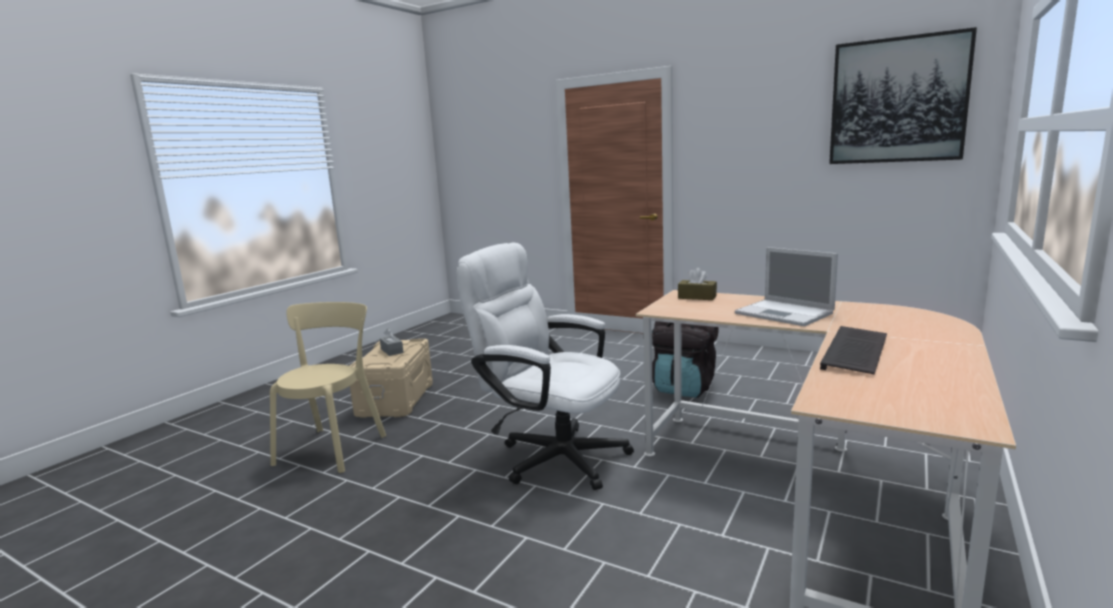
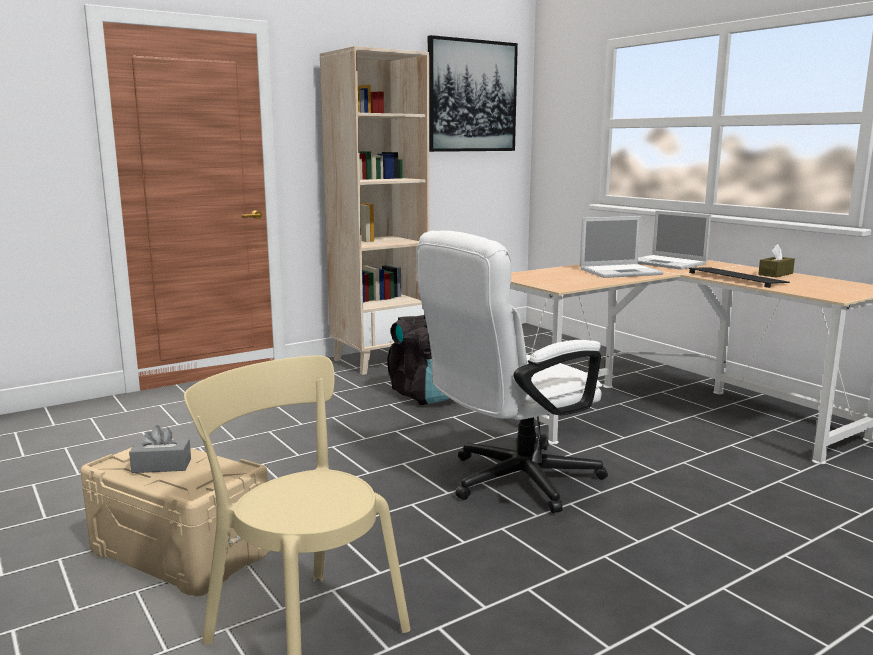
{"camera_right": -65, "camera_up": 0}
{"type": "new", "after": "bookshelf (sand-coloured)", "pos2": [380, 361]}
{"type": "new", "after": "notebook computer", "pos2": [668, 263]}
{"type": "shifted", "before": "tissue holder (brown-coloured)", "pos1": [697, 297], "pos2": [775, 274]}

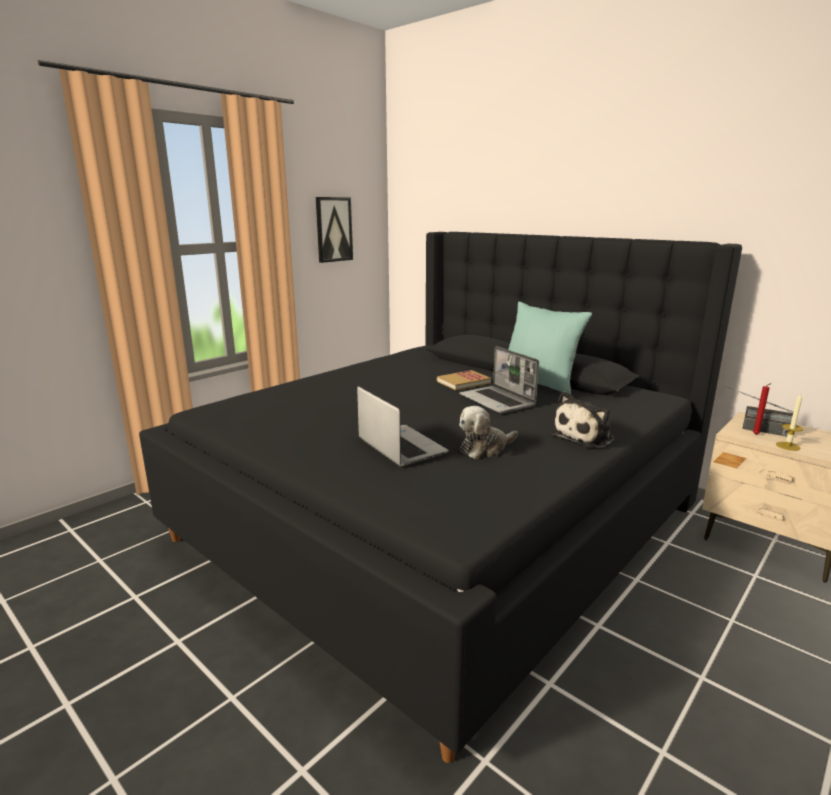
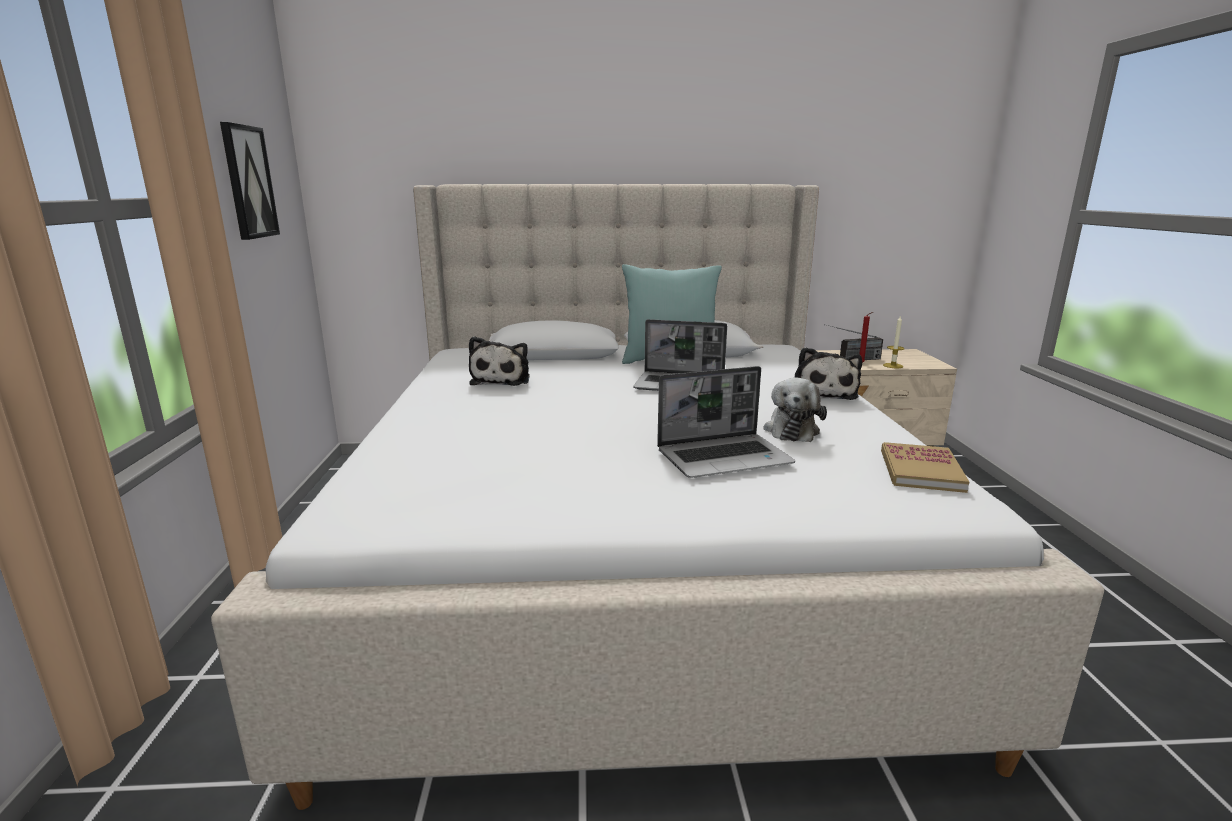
{"camera_right": -45, "camera_up": 0}
{"type": "repainted", "before": "bed (black)", "after": "bed (sand-coloured)", "pos1": [444, 519], "pos2": [633, 559]}
{"type": "new", "after": "cuddly toy", "pos2": [502, 380]}
{"type": "rotated", "before": "notebook computer", "pos1": [400, 447], "pos2": [724, 458], "turn": 150}
{"type": "shifted", "before": "volume", "pos1": [463, 382], "pos2": [921, 470]}

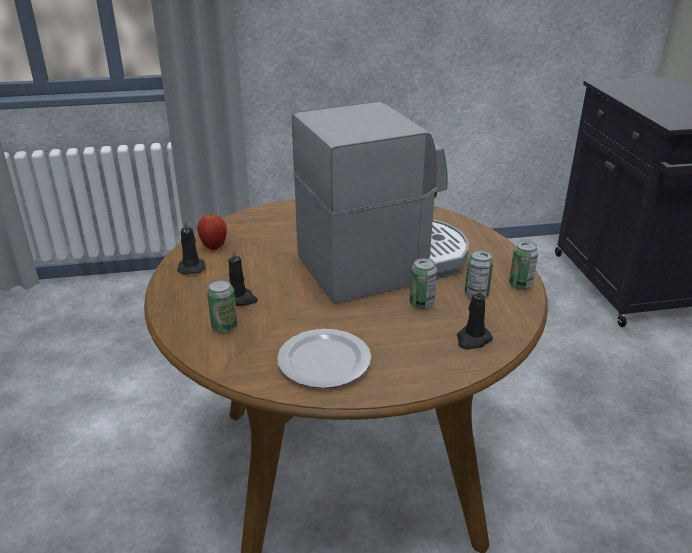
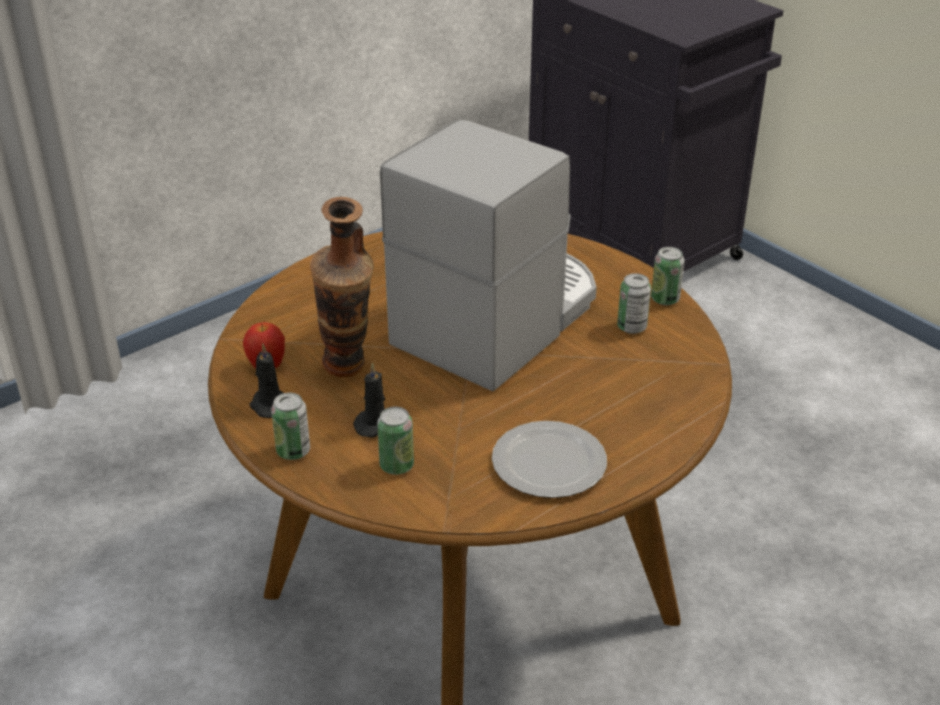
{"camera_right": -30, "camera_up": 5}
{"type": "shifted", "before": "metal can", "pos1": [421, 304], "pos2": [293, 451]}
{"type": "new", "after": "decorative vase", "pos2": [348, 374]}
{"type": "gone", "before": "candle (black)", "pos1": [472, 339]}

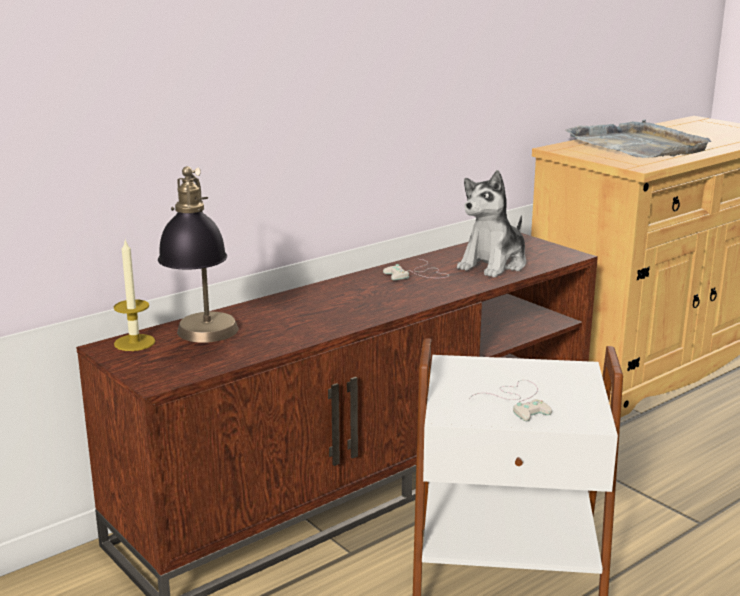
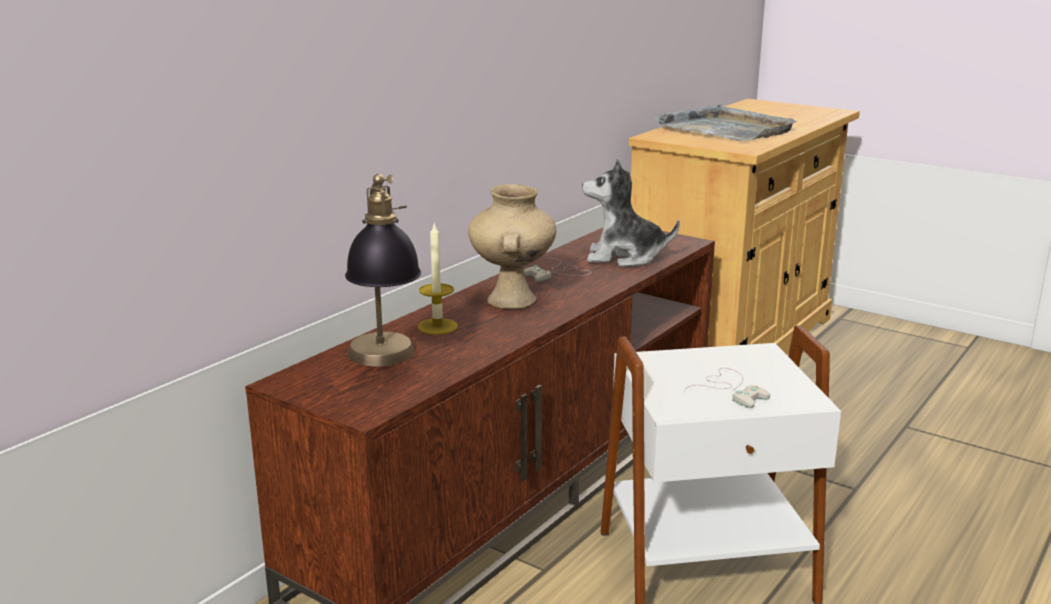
{"camera_right": -15, "camera_up": 0}
{"type": "shifted", "before": "candle", "pos1": [134, 342], "pos2": [437, 326]}
{"type": "new", "after": "decorative vase (sand-coloured)", "pos2": [513, 300]}
{"type": "rotated", "before": "cuddly toy", "pos1": [494, 264], "pos2": [624, 257], "turn": 75}

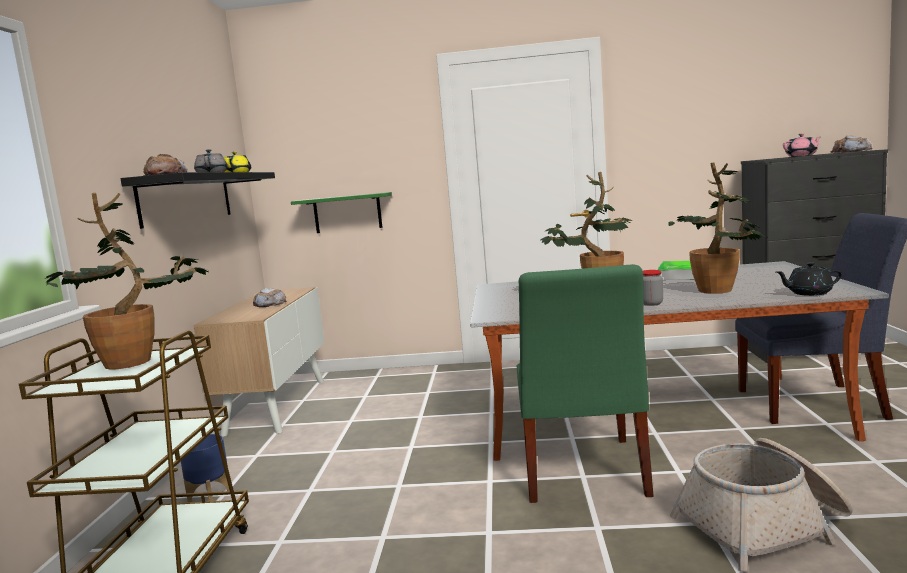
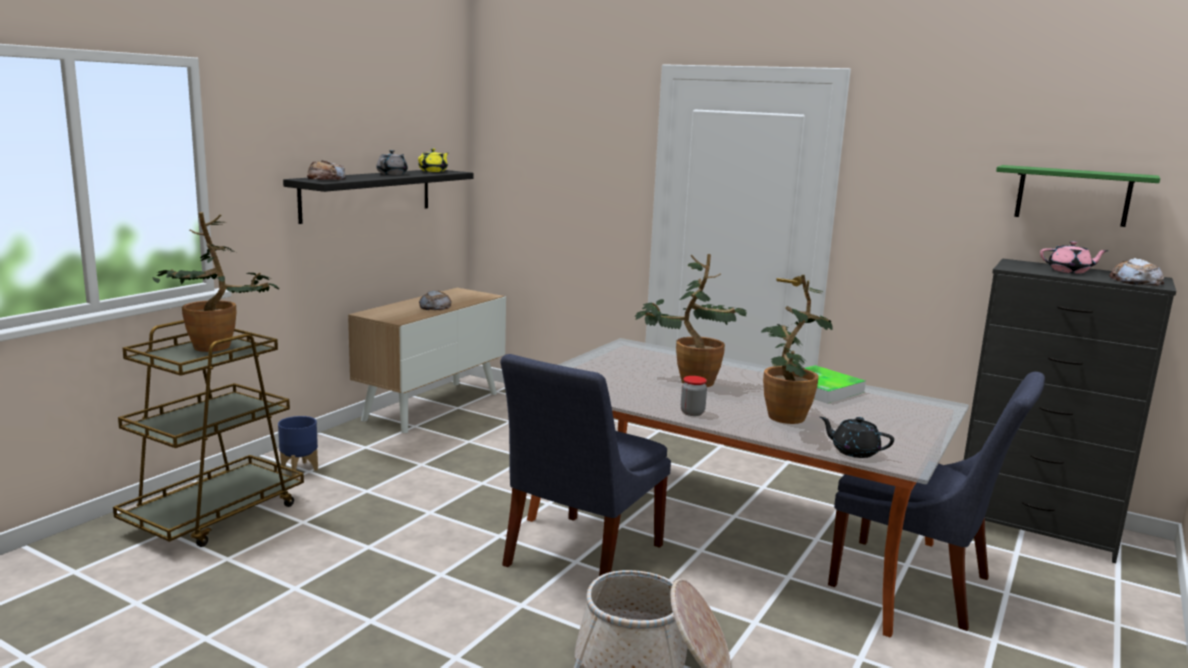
{"camera_right": 25, "camera_up": 5}
{"type": "repainted", "before": "upright chair (greenish)", "after": "upright chair (bluish)", "pos1": [581, 472], "pos2": [579, 558]}
{"type": "shifted", "before": "wall shelf (greenish)", "pos1": [347, 213], "pos2": [1072, 195]}

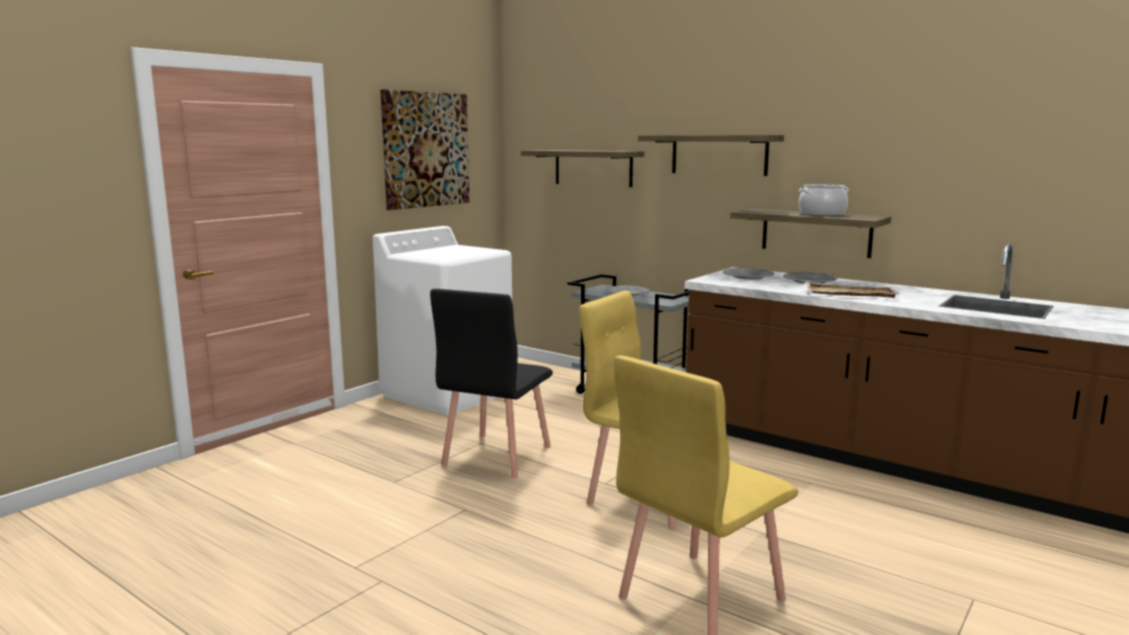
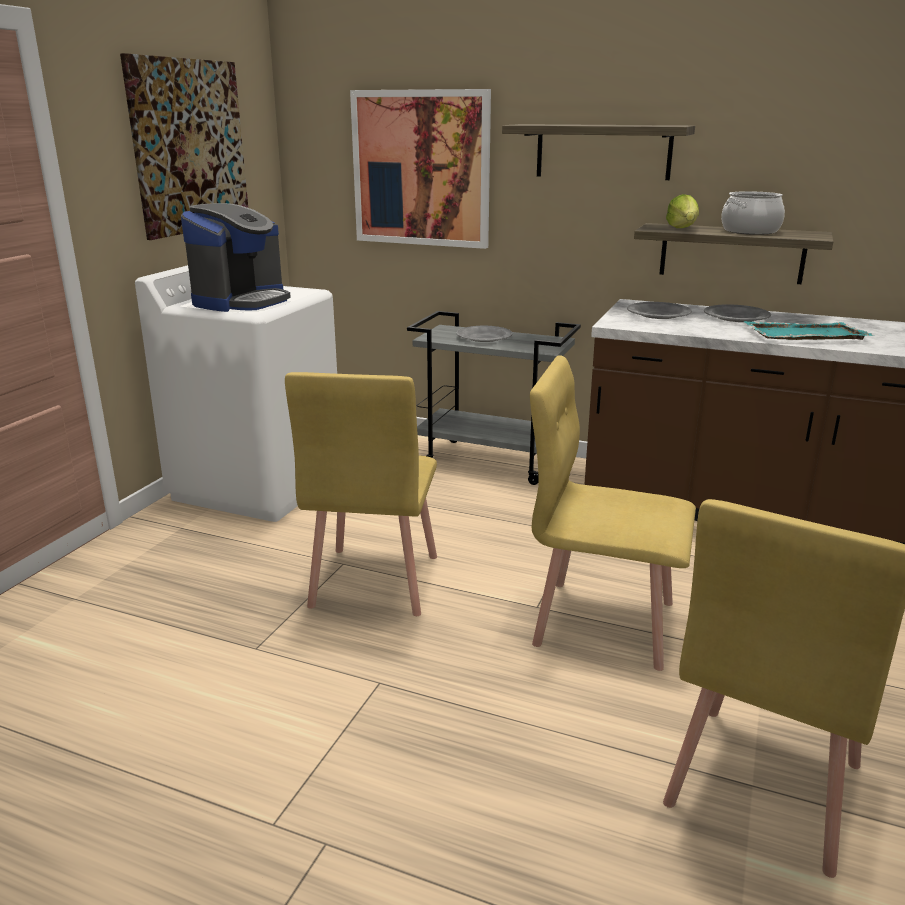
{"camera_right": -15, "camera_up": 10}
{"type": "new", "after": "coffee brewer", "pos2": [241, 301]}
{"type": "repainted", "before": "upright chair (black)", "after": "upright chair (yellow)", "pos1": [496, 455], "pos2": [373, 581]}
{"type": "swapped", "before": "wall shelf", "after": "wall art", "pos1": [593, 168], "pos2": [421, 169]}
{"type": "new", "after": "lettuce", "pos2": [682, 229]}
{"type": "repainted", "before": "carrying tray (sand-coloured)", "after": "carrying tray (blue-green)", "pos1": [849, 293], "pos2": [804, 334]}

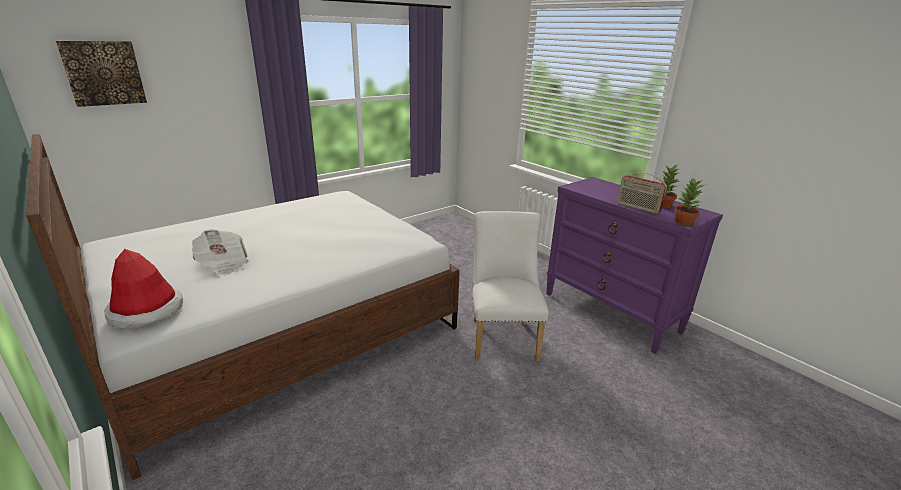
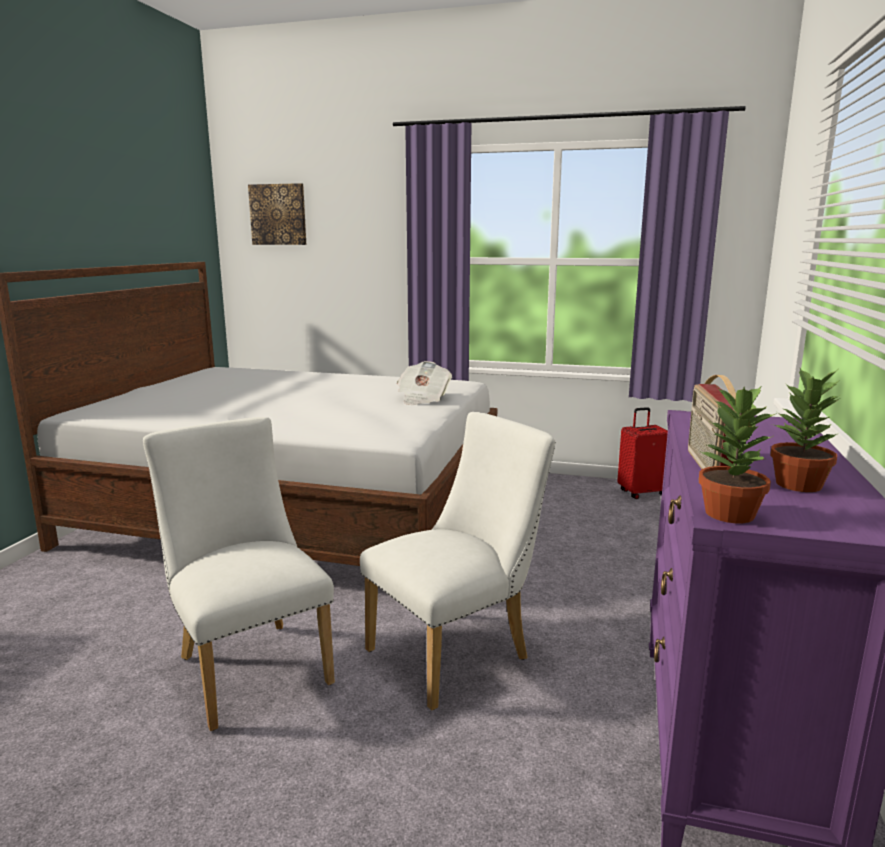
{"camera_right": 55, "camera_up": -10}
{"type": "new", "after": "upright chair (whitish)", "pos2": [249, 665]}
{"type": "shifted", "before": "printed paper", "pos1": [223, 264], "pos2": [422, 398]}
{"type": "new", "after": "piece of luggage (red-coloured)", "pos2": [641, 493]}
{"type": "gone", "before": "hat", "pos1": [147, 311]}

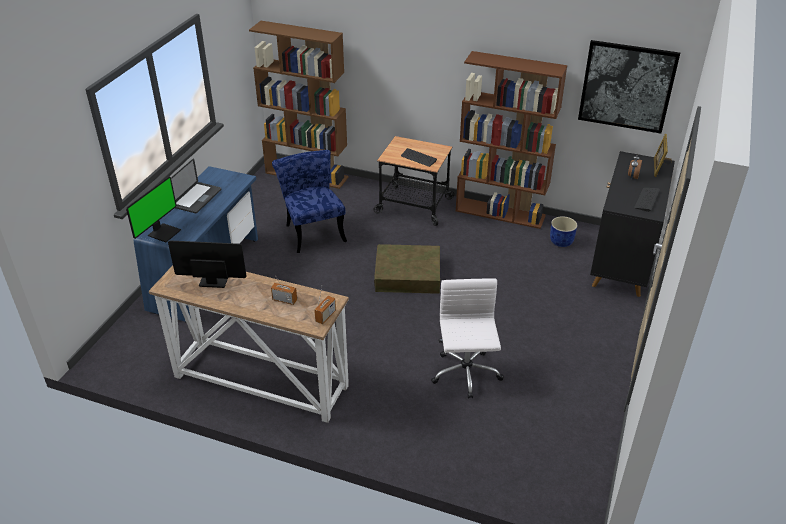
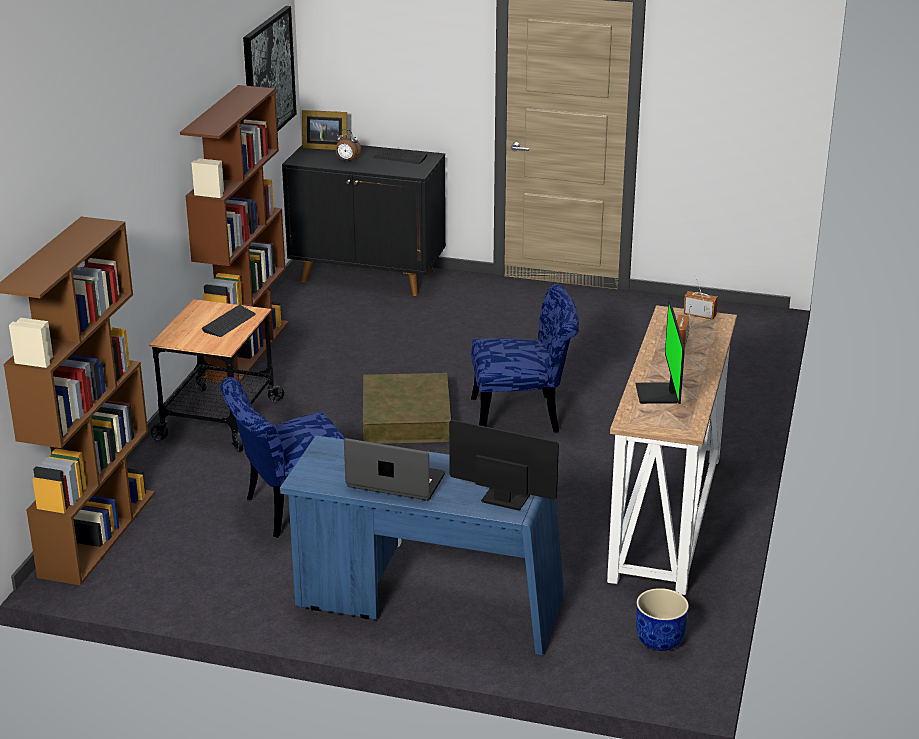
{"camera_right": -95, "camera_up": -10}
{"type": "new", "after": "upright chair (bluish)", "pos2": [524, 416]}
{"type": "shifted", "before": "plant pot (bluish)", "pos1": [561, 241], "pos2": [659, 640]}
{"type": "gone", "before": "computer chair (whitish)", "pos1": [465, 374]}

